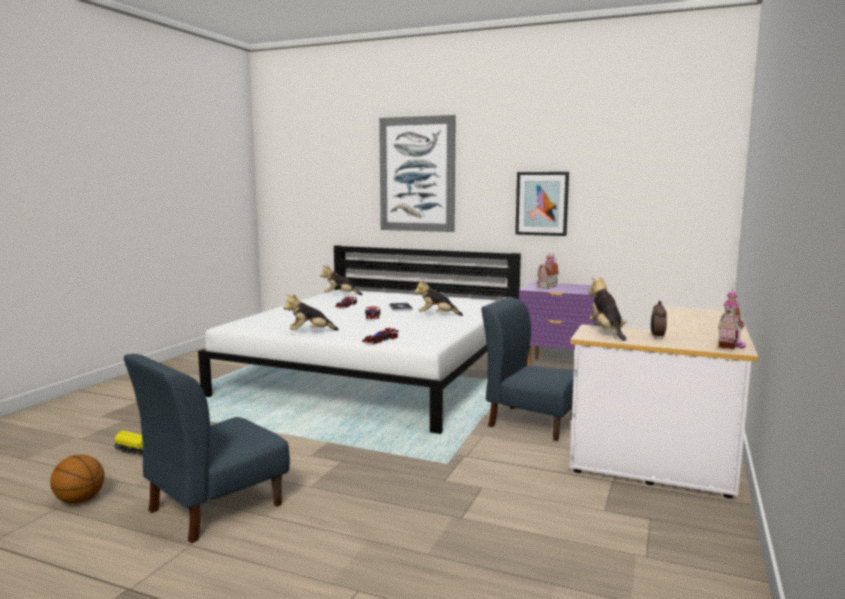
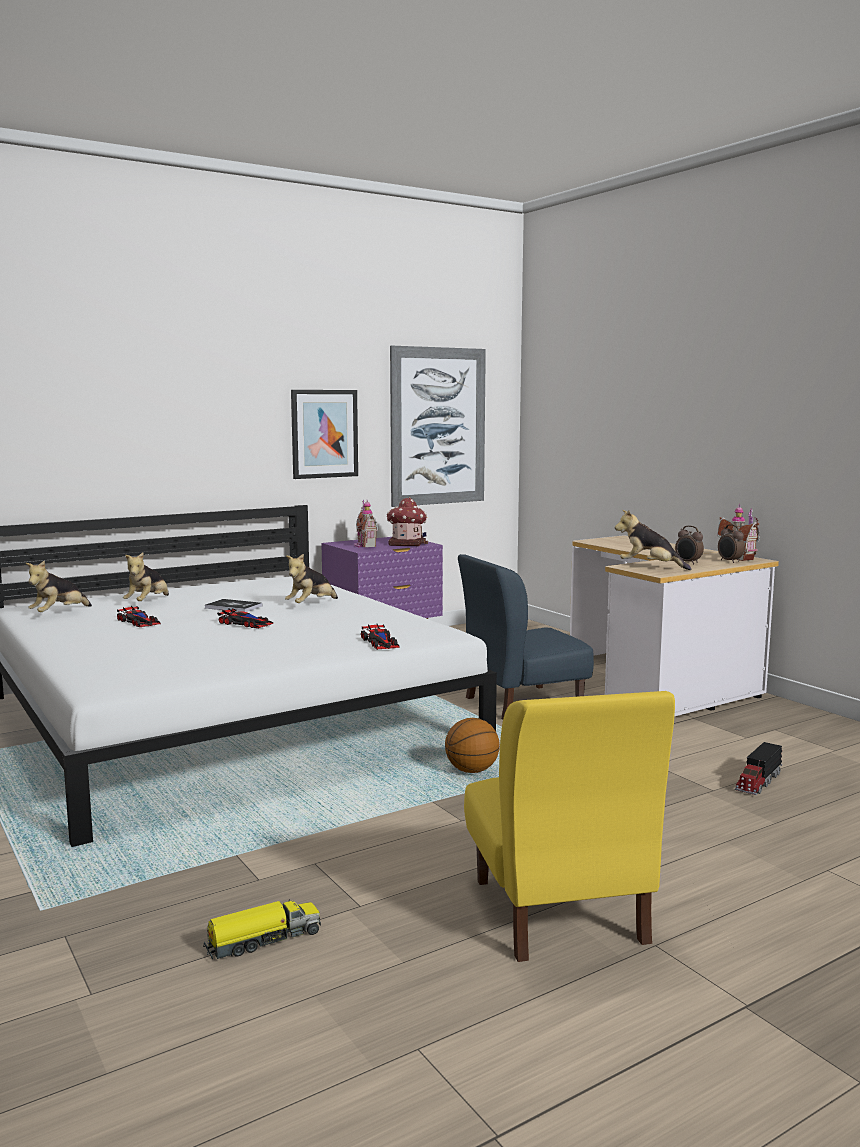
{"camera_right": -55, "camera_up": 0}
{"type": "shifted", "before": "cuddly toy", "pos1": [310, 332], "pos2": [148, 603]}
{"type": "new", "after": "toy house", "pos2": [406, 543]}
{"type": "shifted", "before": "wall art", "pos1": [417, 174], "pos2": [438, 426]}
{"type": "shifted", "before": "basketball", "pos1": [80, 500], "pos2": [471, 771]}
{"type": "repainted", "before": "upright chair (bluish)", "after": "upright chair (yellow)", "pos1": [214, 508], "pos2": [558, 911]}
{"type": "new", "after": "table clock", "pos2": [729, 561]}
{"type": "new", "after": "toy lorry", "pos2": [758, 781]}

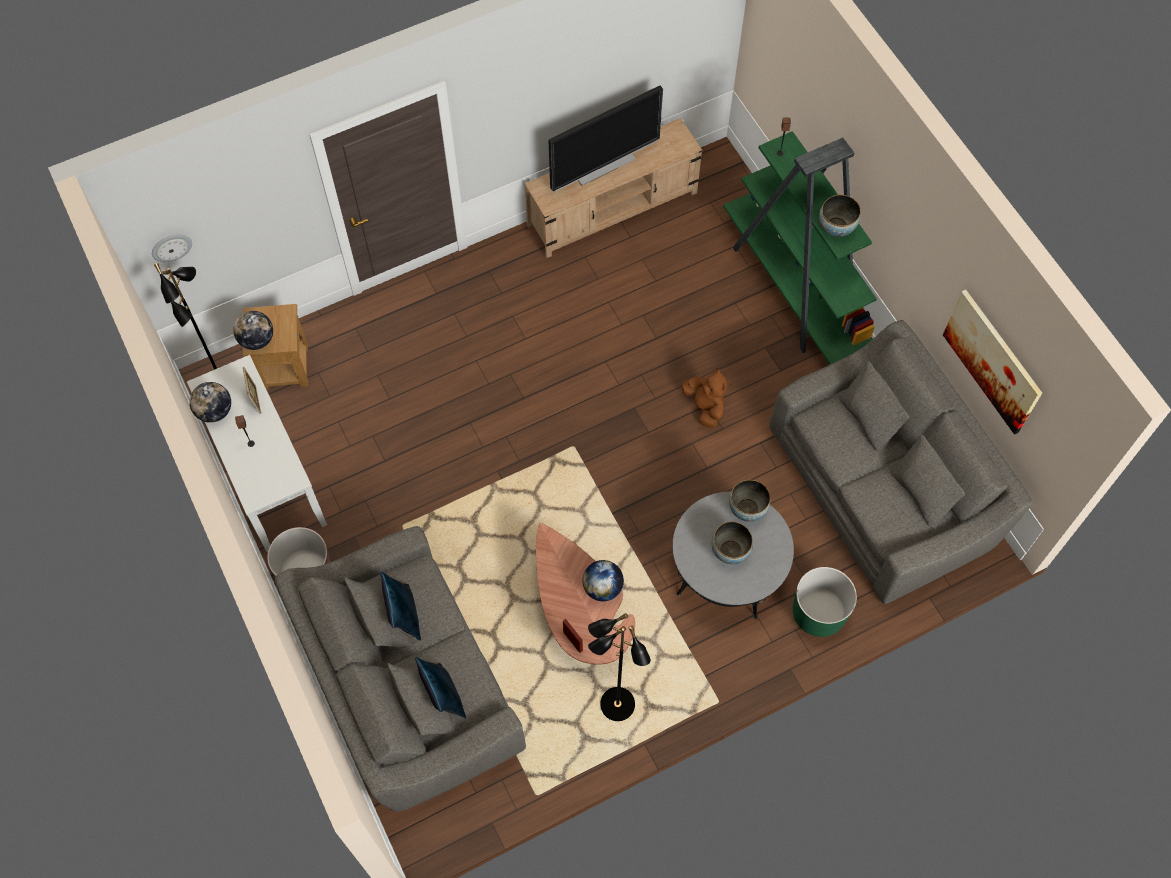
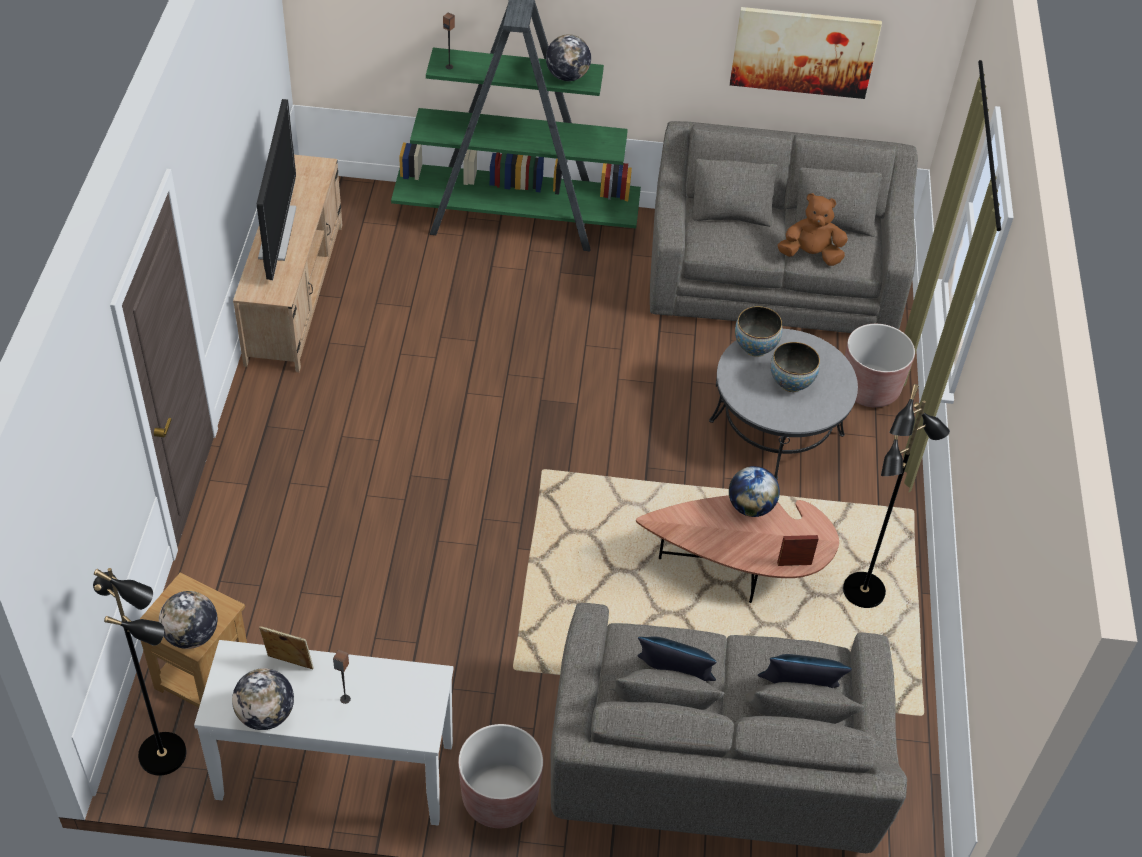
{"camera_right": -60, "camera_up": -15}
{"type": "swapped", "before": "serving bowl", "after": "desk globe", "pos1": [836, 228], "pos2": [567, 76]}
{"type": "shifted", "before": "cuddly toy (brown-coloured)", "pos1": [705, 407], "pos2": [810, 255]}
{"type": "repainted", "before": "plant pot (greenish)", "after": "plant pot (brown-coloured)", "pos1": [818, 613], "pos2": [869, 388]}
{"type": "gone", "before": "wall clock", "pos1": [171, 247]}

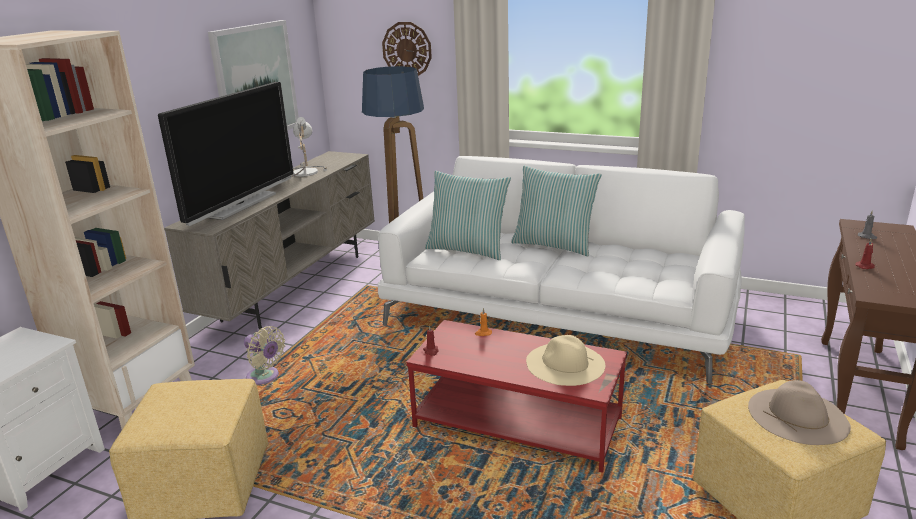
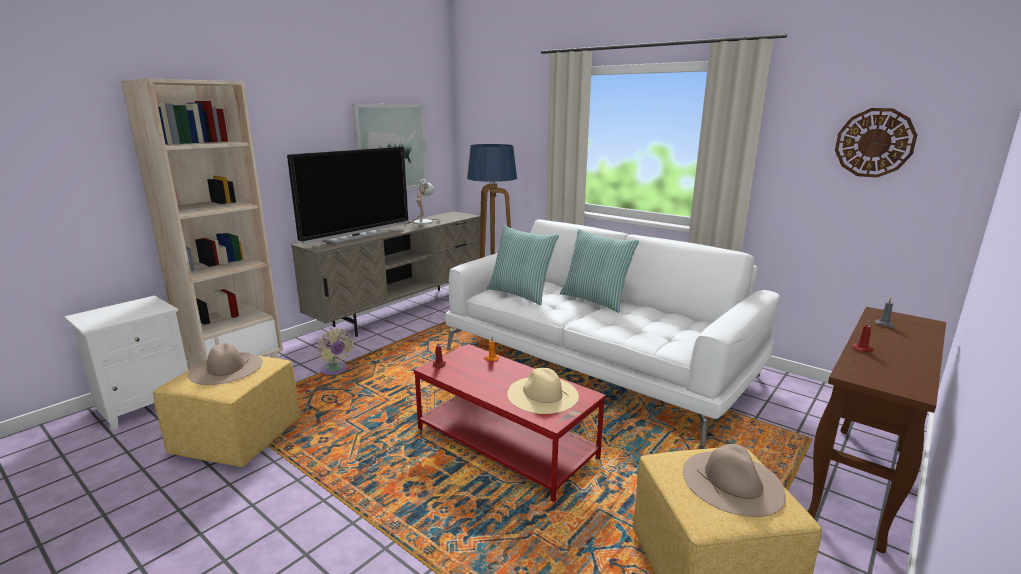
{"camera_right": 15, "camera_up": -5}
{"type": "new", "after": "hat (sand-coloured)", "pos2": [226, 368]}
{"type": "shifted", "before": "wall clock", "pos1": [407, 50], "pos2": [874, 143]}

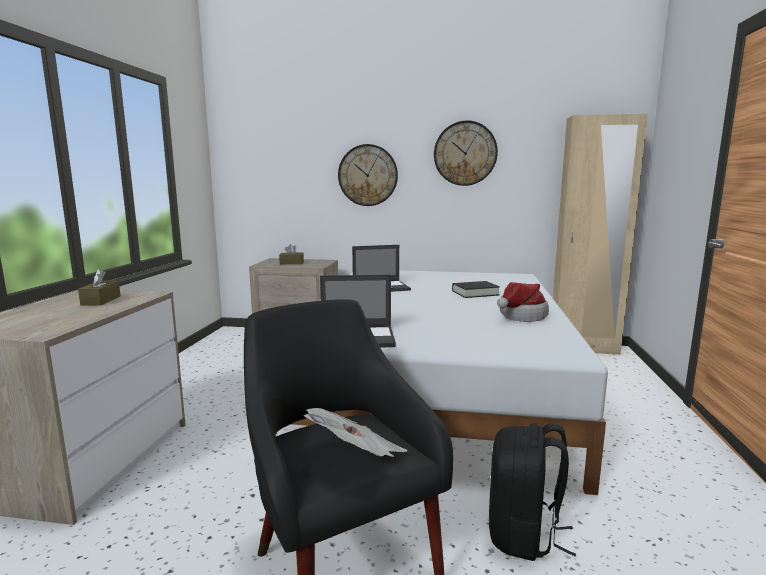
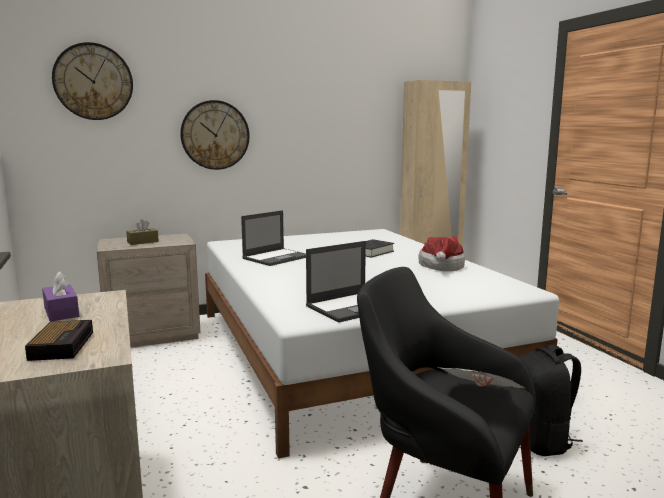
{"camera_right": -30, "camera_up": 0}
{"type": "new", "after": "table clock", "pos2": [62, 345]}
{"type": "repainted", "before": "tissue holder (brown-coloured)", "after": "tissue holder (purplish)", "pos1": [101, 300], "pos2": [61, 312]}
{"type": "shifted", "before": "wall clock", "pos1": [465, 153], "pos2": [93, 82]}

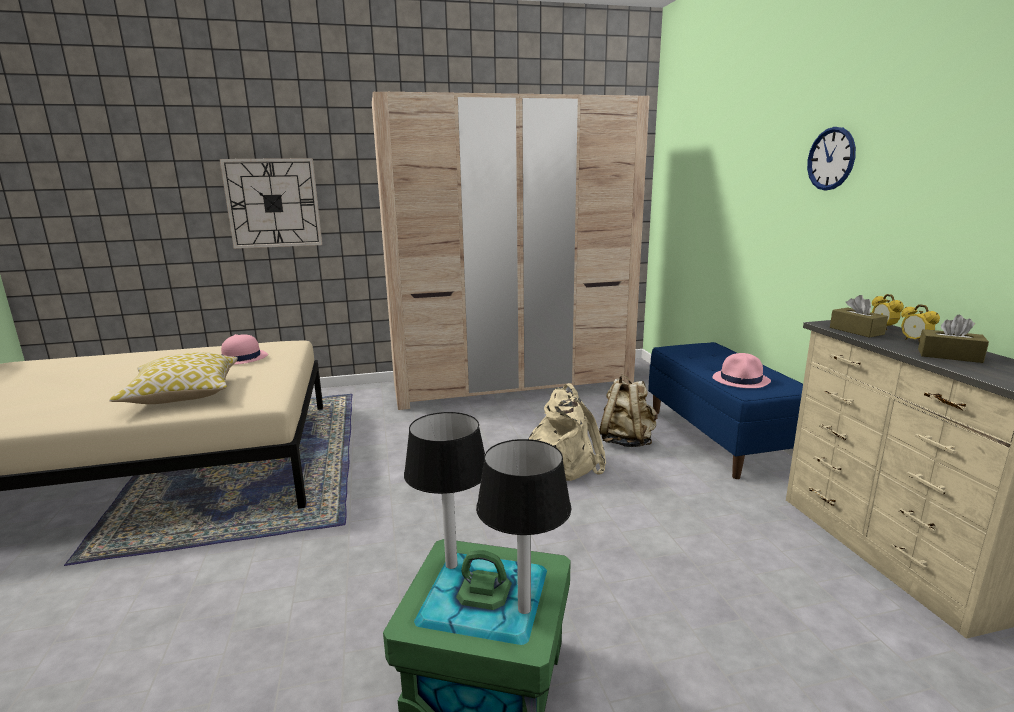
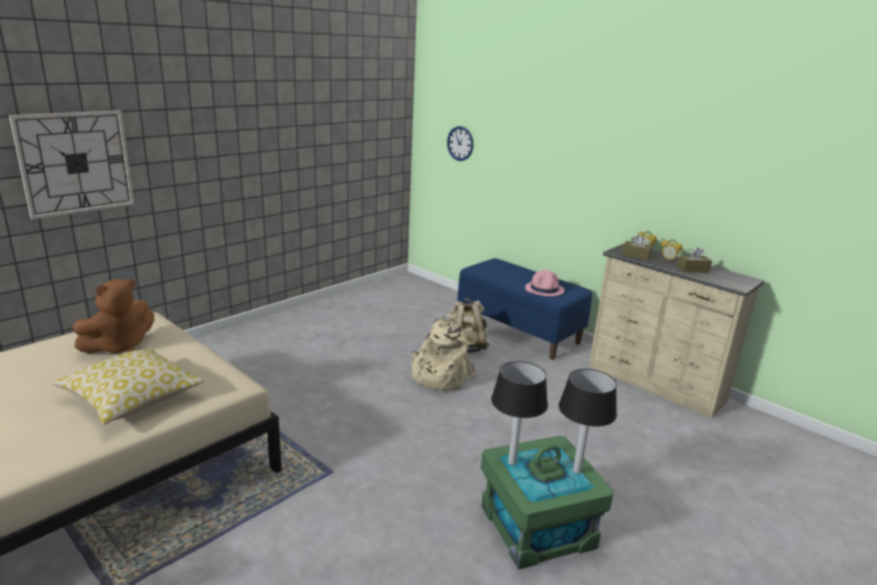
{"camera_right": -35, "camera_up": 5}
{"type": "swapped", "before": "hat (pink-coloured)", "after": "cuddly toy (brown-coloured)", "pos1": [241, 358], "pos2": [120, 346]}
{"type": "shifted", "before": "wall clock", "pos1": [831, 159], "pos2": [460, 143]}
{"type": "gone", "before": "wardrobe (sand-coloured)", "pos1": [512, 384]}

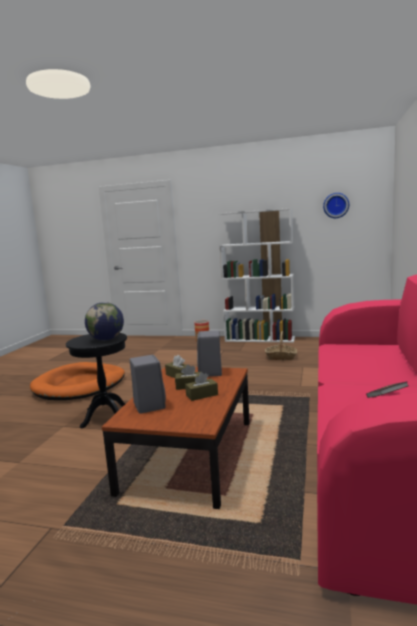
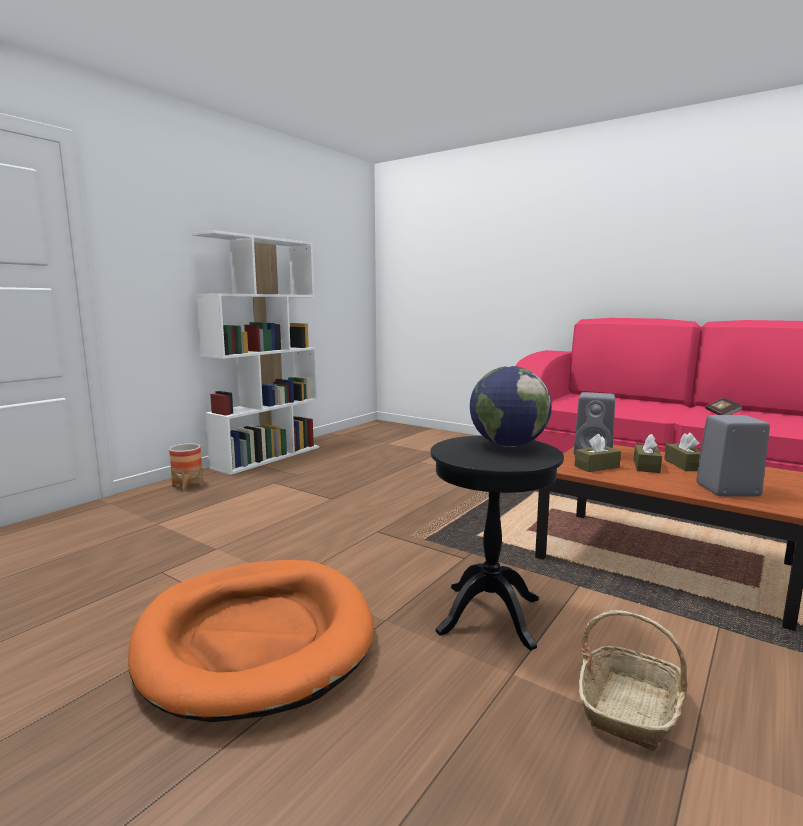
{"camera_right": -70, "camera_up": 0}
{"type": "shifted", "before": "storage basket", "pos1": [281, 357], "pos2": [630, 707]}
{"type": "gone", "before": "wall clock", "pos1": [336, 205]}

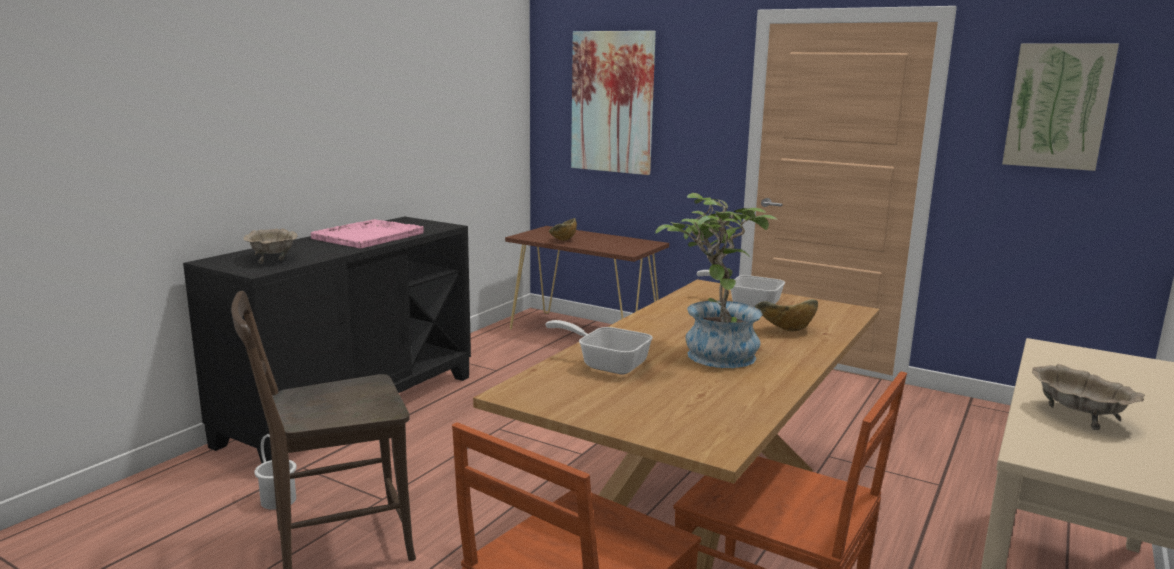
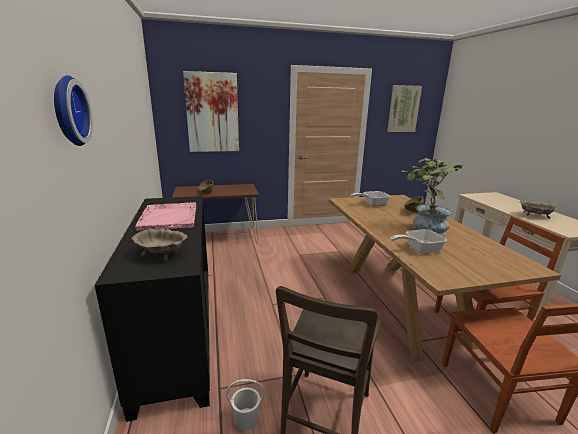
{"camera_right": -45, "camera_up": 5}
{"type": "new", "after": "wall clock", "pos2": [67, 111]}

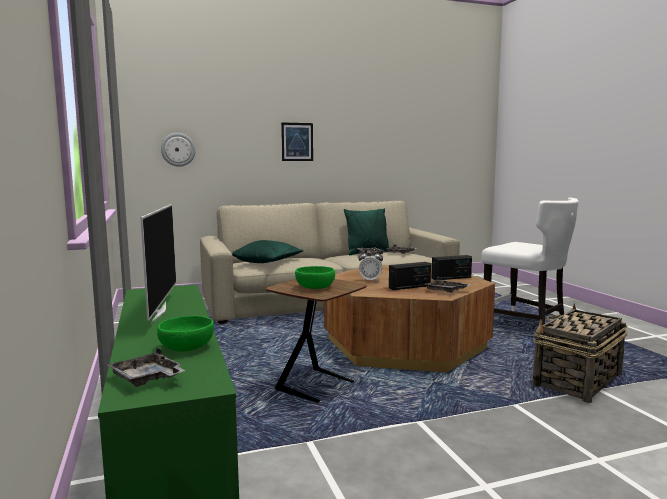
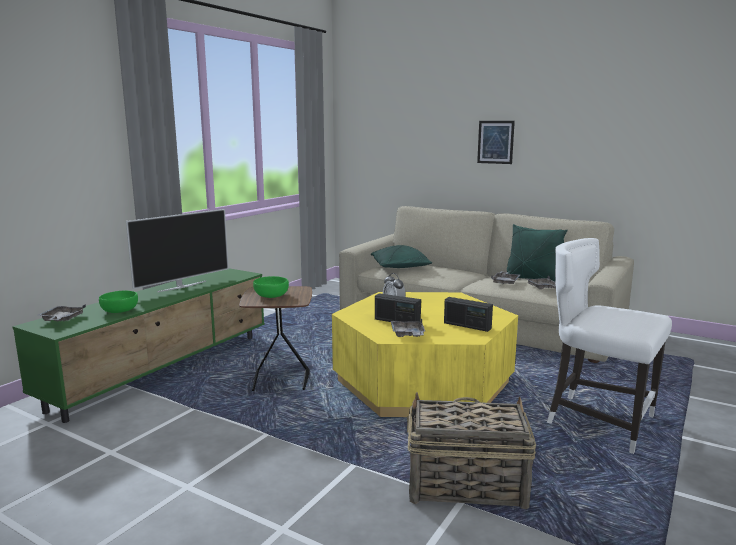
{"camera_right": 50, "camera_up": 5}
{"type": "repainted", "before": "lounge table (brown-coloured)", "after": "lounge table (yellow)", "pos1": [405, 344], "pos2": [423, 382]}
{"type": "rotated", "before": "upright chair (whitish)", "pos1": [526, 326], "pos2": [597, 421], "turn": 120}
{"type": "gone", "before": "wall clock", "pos1": [178, 149]}

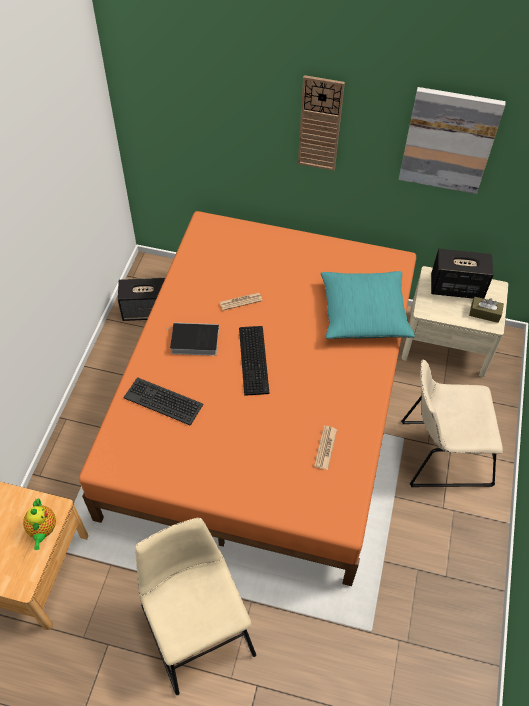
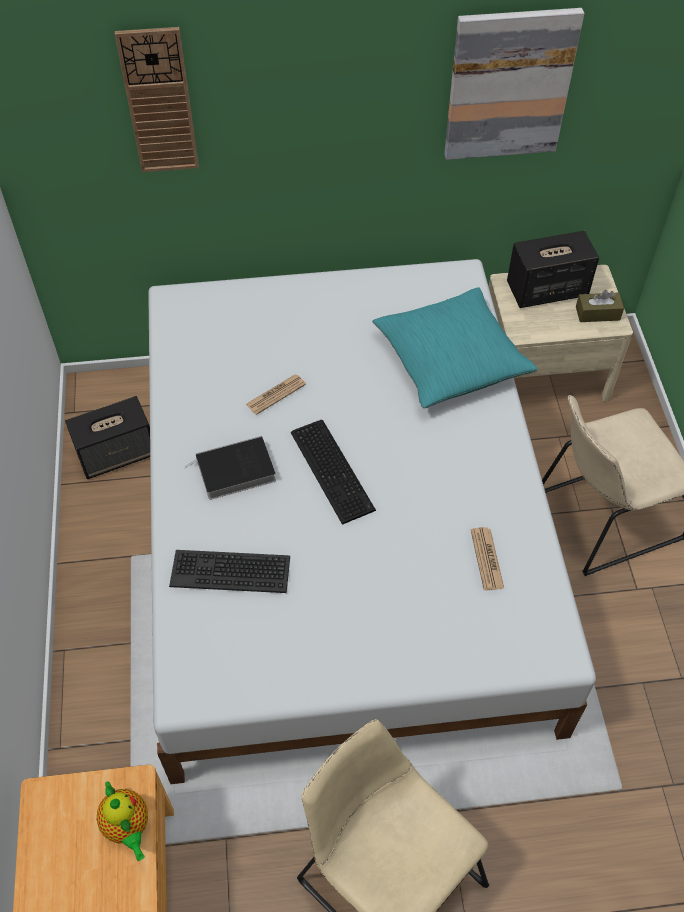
{"camera_right": -20, "camera_up": 0}
{"type": "shifted", "before": "wall clock", "pos1": [320, 124], "pos2": [159, 102]}
{"type": "repainted", "before": "bed (orangey)", "after": "bed (whitish)", "pos1": [264, 405], "pos2": [343, 532]}

